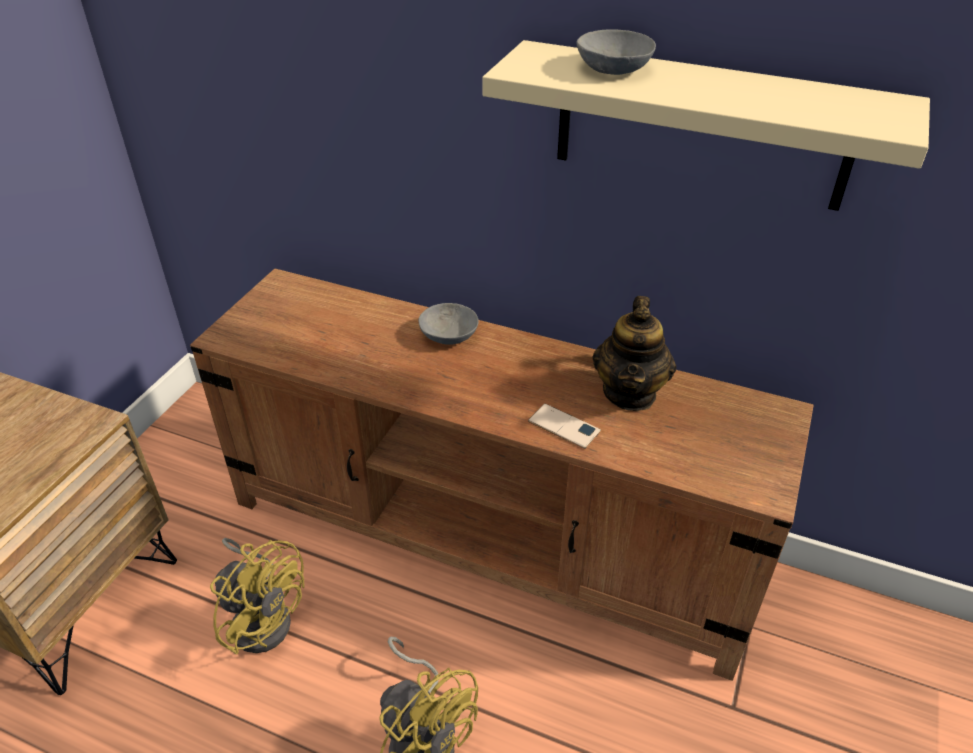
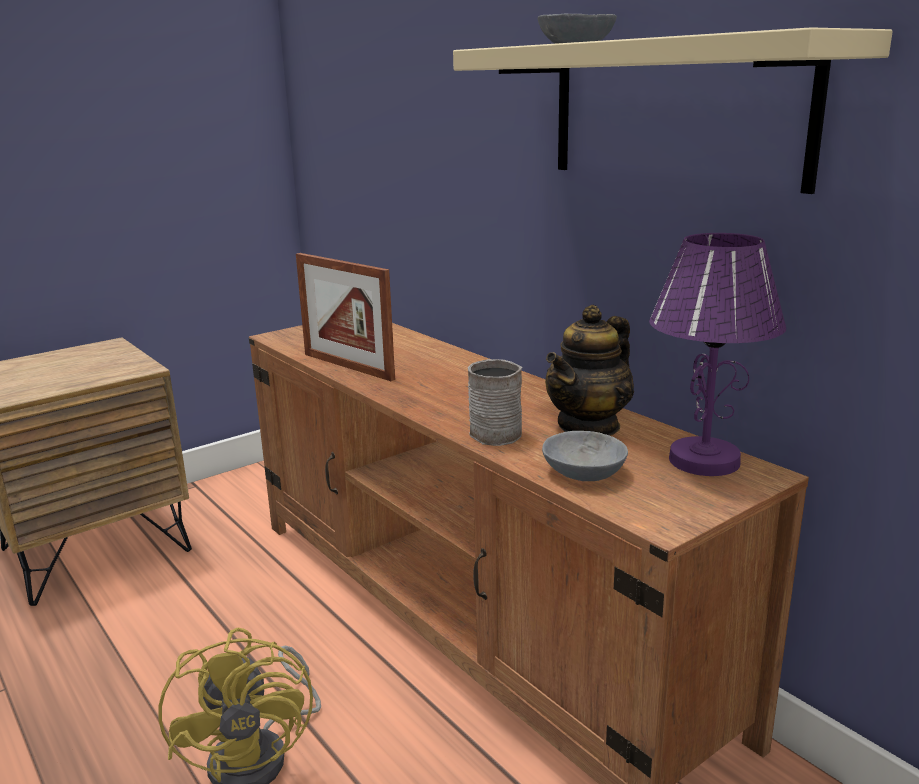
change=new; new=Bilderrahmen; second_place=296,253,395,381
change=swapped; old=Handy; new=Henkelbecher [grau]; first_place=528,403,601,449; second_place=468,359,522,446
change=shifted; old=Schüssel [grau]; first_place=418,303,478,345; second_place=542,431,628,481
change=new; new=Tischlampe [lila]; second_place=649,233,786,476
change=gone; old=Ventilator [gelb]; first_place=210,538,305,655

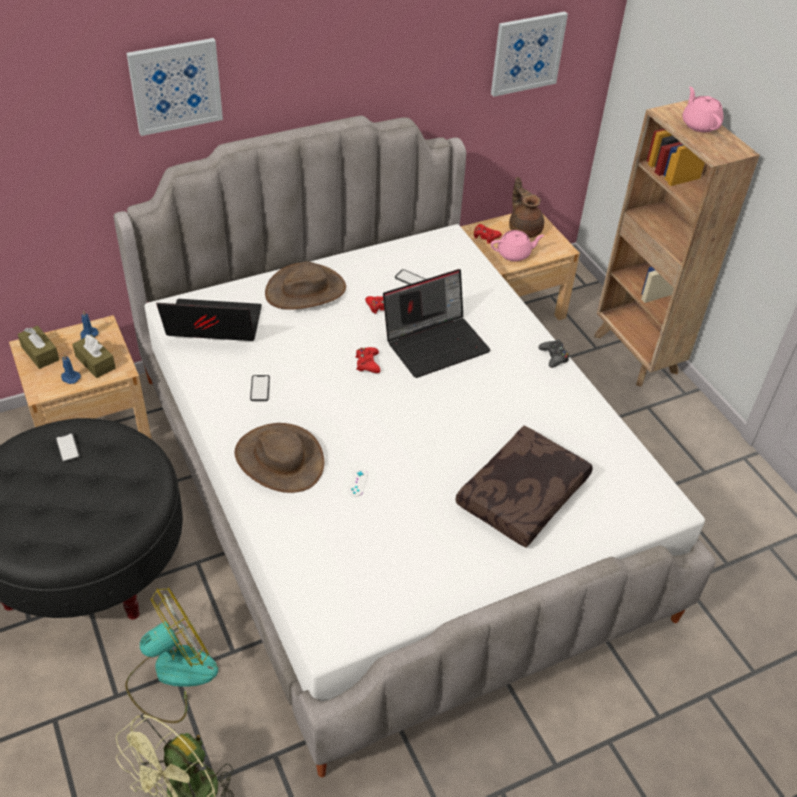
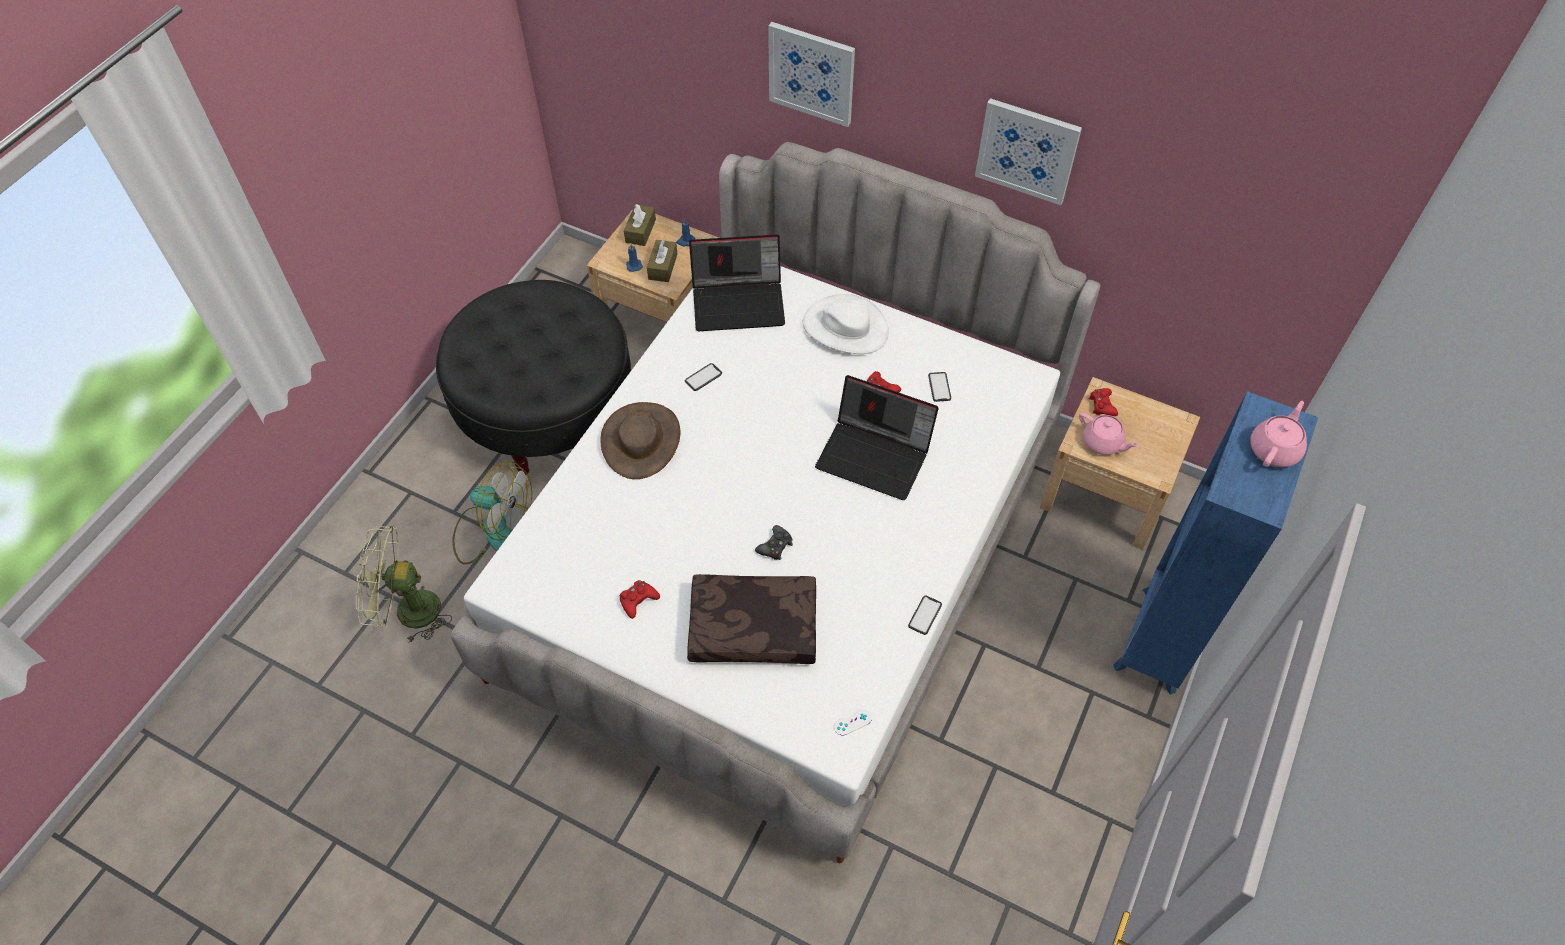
change=shifted; old=Gamepad [rot]; first_place=355,347,381,373; second_place=620,580,660,619
change=rotated; old=Laptop; first_place=156,299,262,341; second_place=689,234,785,331; degrees=120
change=shifted; old=Gamepad [schwarz]; first_place=538,339,569,368; second_place=755,525,793,560
change=repainted; old=Hut [braun]; new=Hut [weiß]; first_place=265,261,346,310; second_place=803,294,889,354
change=shifted; old=Gamepad [weiß]; first_place=347,468,368,497; second_place=834,709,872,735
change=shifted; old=Handy; first_place=55,433,80,463; second_place=908,595,942,635
change=shifted; old=Bild; first_place=491,12,568,97; second_place=975,98,1082,205
change=repainted; old=Bücherregal [braun]; new=Bücherregal [blau]; first_place=594,100,760,387; second_place=1113,391,1318,695
change=gone; old=Teekanne [braun]; first_place=509,177,544,238

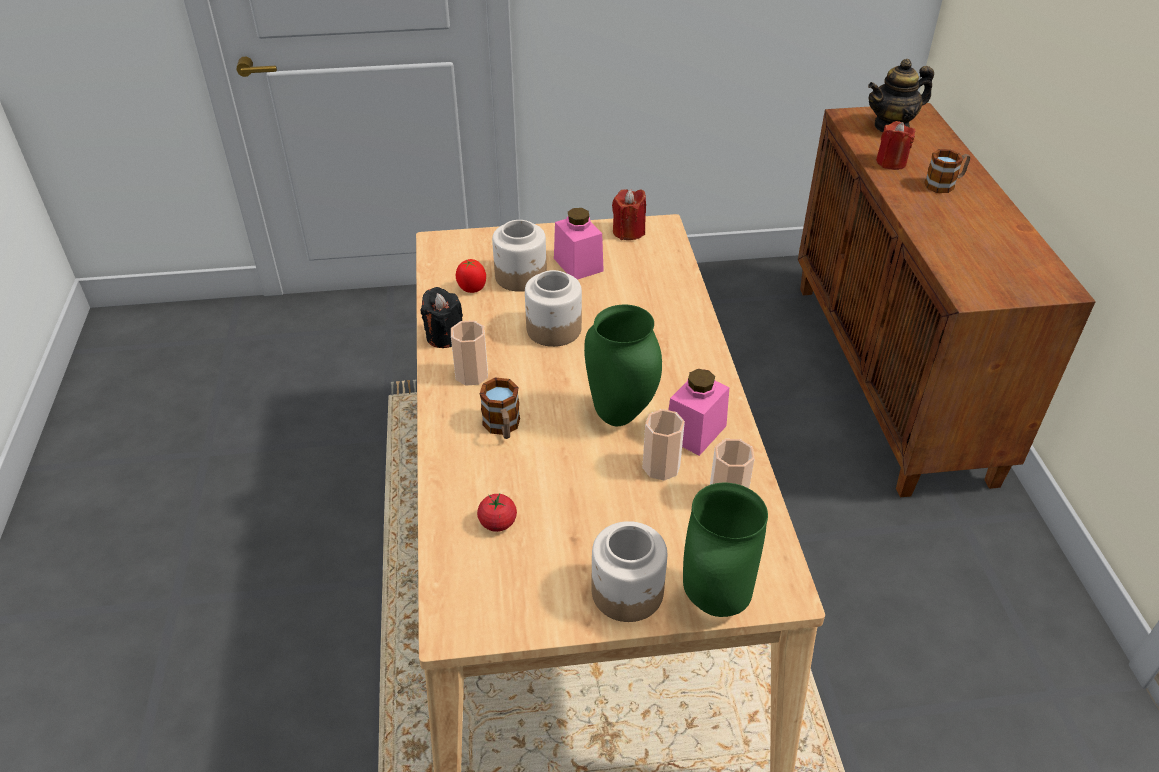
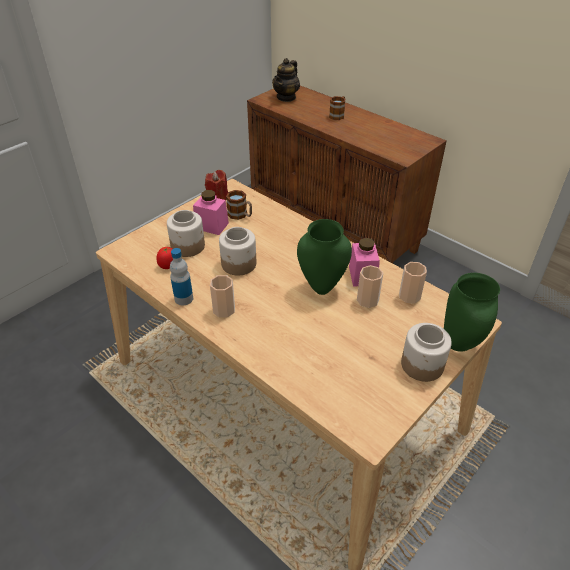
change=swapped; old=Kerze [schwarz]; new=Flasche; first_place=421,287,463,348; second_place=170,248,193,305
change=shifted; old=Henkelbecher; first_place=480,377,520,439; second_place=226,190,252,220
change=gone; old=Tomate; first_place=477,494,517,532
change=gone; old=Kerze [rot]; first_place=876,121,915,170

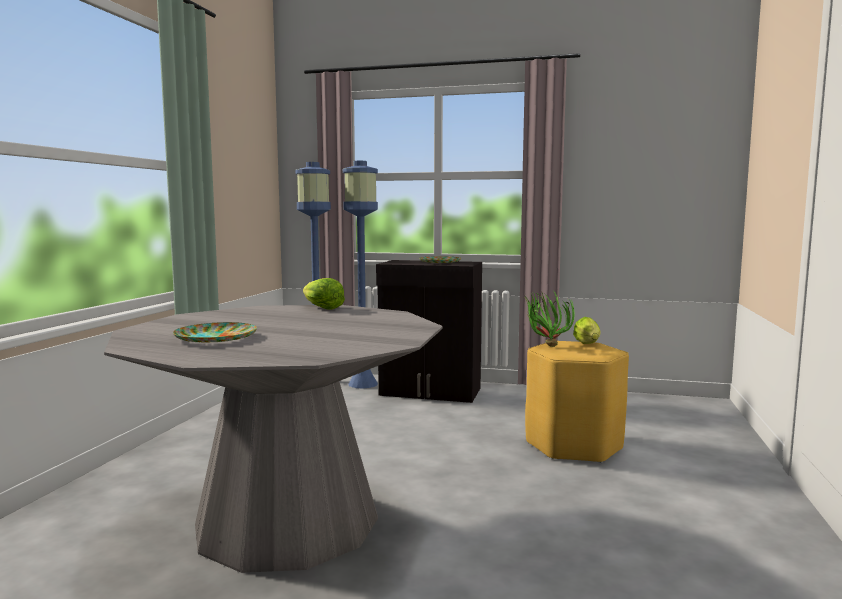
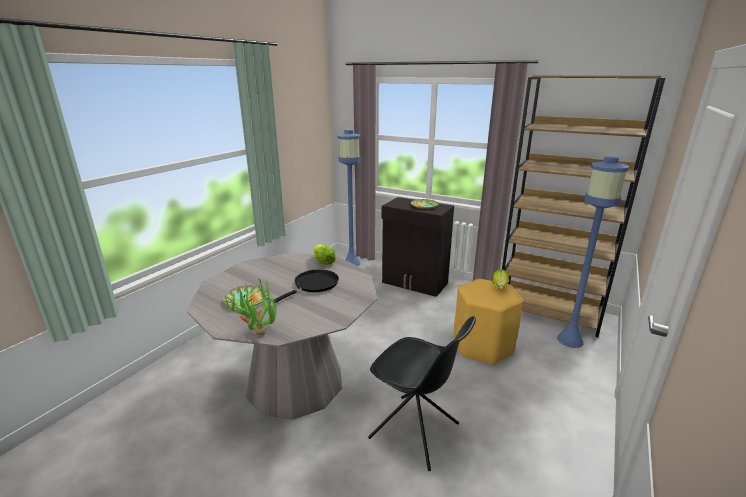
change=shifted; old=Topfpflanze; first_place=523,290,575,347; second_place=224,279,277,335
change=new; new=Pfanne [schwarz]; second_place=273,269,339,303
change=new; new=Stuhl [schwarz]; second_place=368,316,476,471
change=new; new=Bücherregal [braun]; second_place=502,75,665,337
change=shifted; old=Stehlampe [blau]; first_place=343,161,378,388; second_place=557,156,629,348

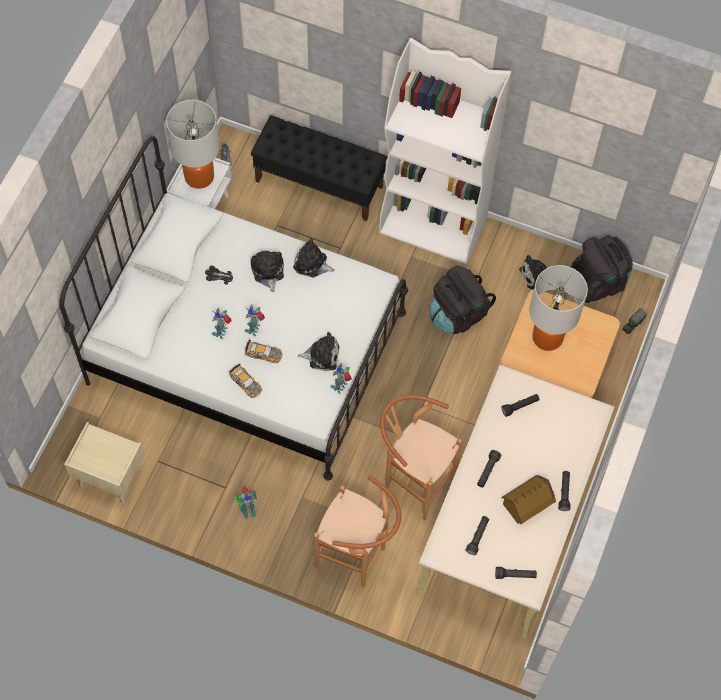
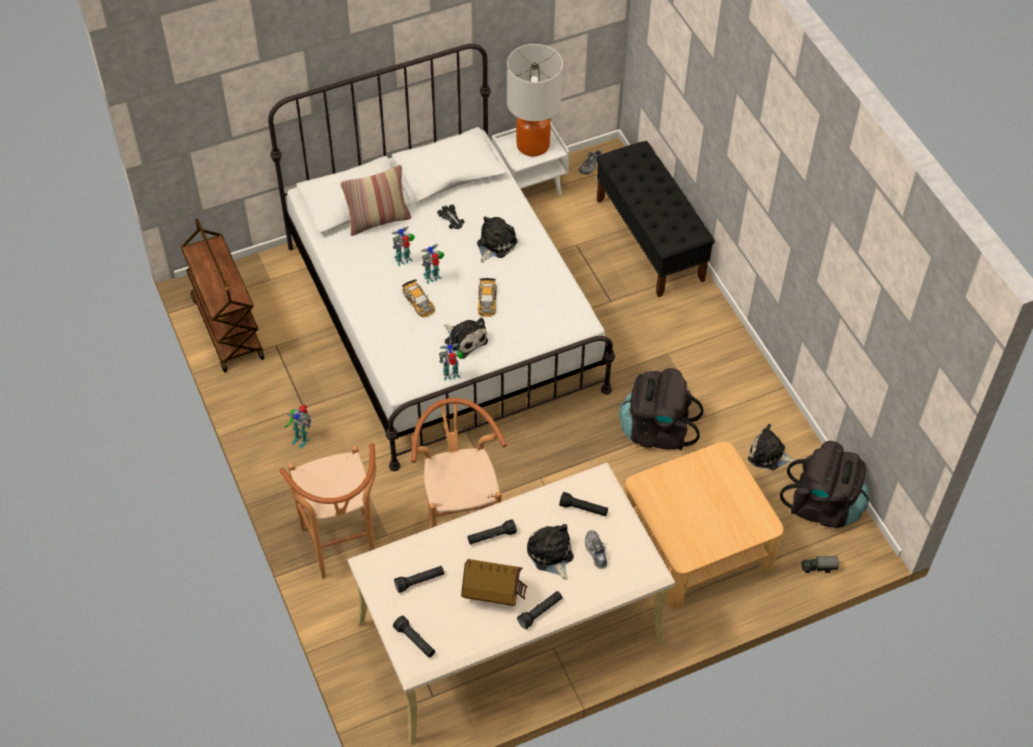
change=swapped; old=Nachttisch [beige]; new=Rollwagen [braun]; first_place=64,422,145,504; second_place=181,218,265,372
change=new; new=Kissen; second_place=340,165,411,236
change=shifted; old=Spielzeugauto; first_place=229,363,262,398; second_place=478,278,497,317
change=shifted; old=Plüschtier; first_place=293,238,335,278; second_place=527,524,574,580
change=new; new=Schuh; second_place=585,530,607,569
change=gone; old=Bücherregal [weiß]; first_place=379,38,512,265
change=gone; old=Tischlampe; first_place=529,265,588,351

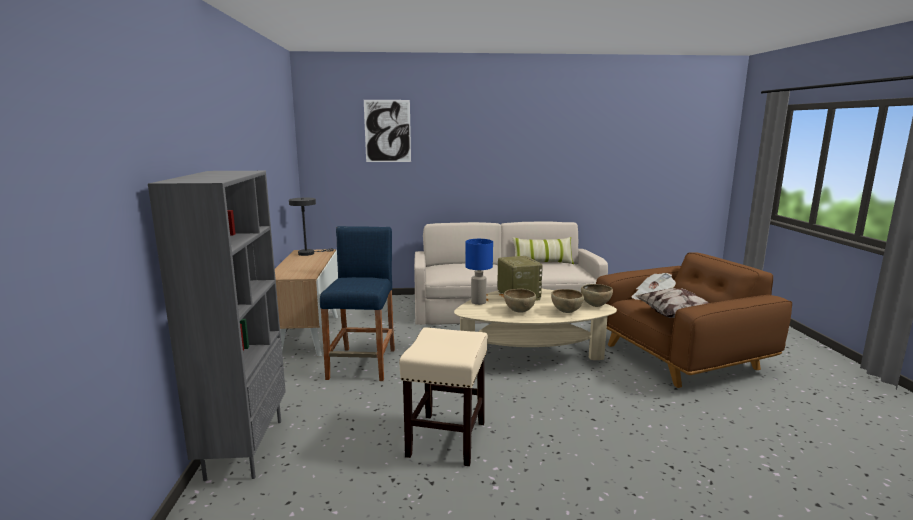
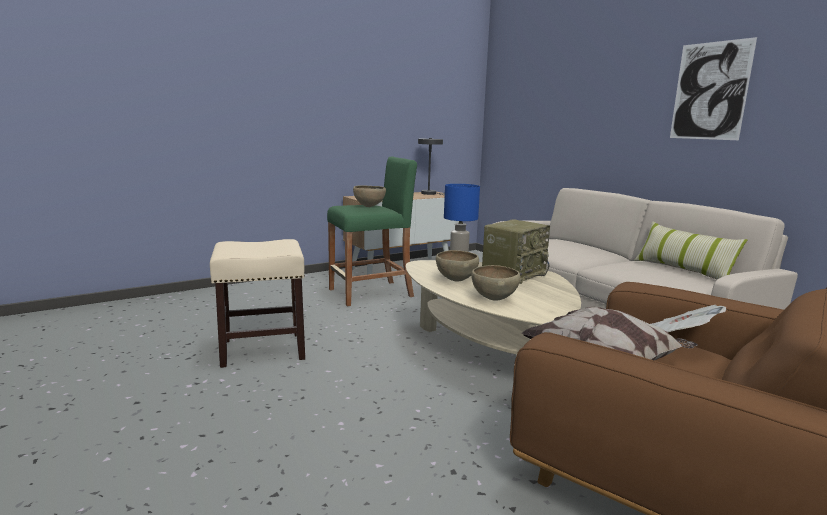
change=repainted; old=Hocker [blau]; new=Hocker [grün]; first_place=320,226,395,381; second_place=327,156,417,306
change=shifted; old=Schüssel [braun]; first_place=581,284,613,307; second_place=353,185,386,207
change=shifted; old=Bild; first_place=364,100,411,162; second_place=670,37,757,140
change=gone; old=Bücherregal [grau]; first_place=148,171,286,481

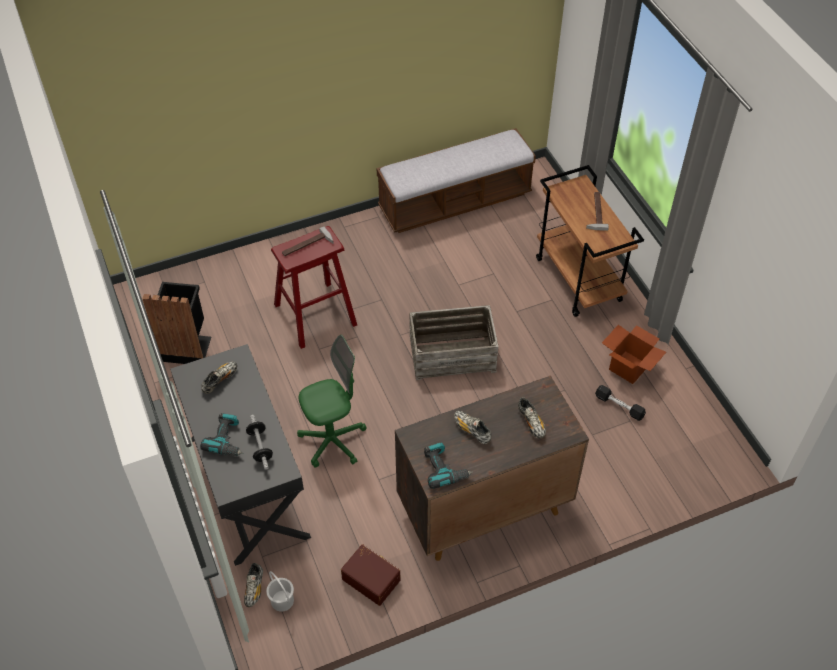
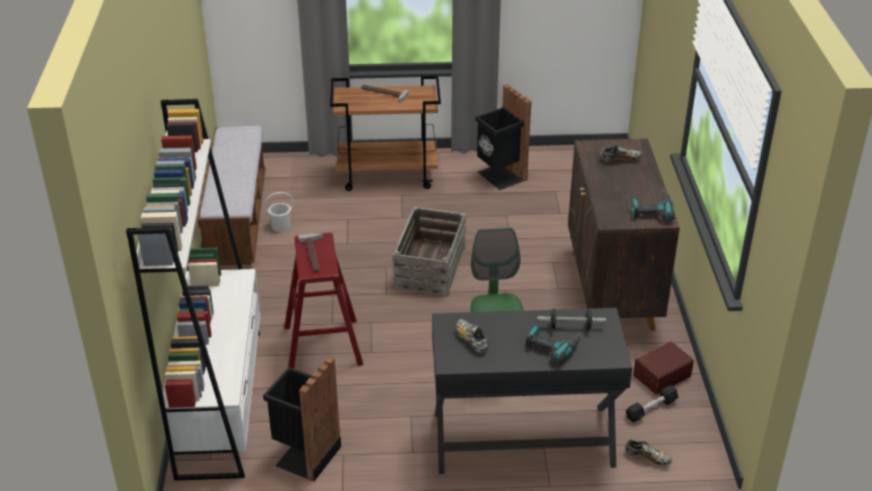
change=new; new=Bücherregal [weiß]; second_place=126,99,261,481
change=shifted; old=Eimer [weiß]; first_place=266,571,294,612; second_place=264,192,294,232
change=swapped; old=Karton; new=Mülleimer [schwarz]; first_place=602,325,666,384; second_place=475,84,531,190
change=shifted; old=Hantel [schwarz]; first_place=595,385,646,421; second_place=626,385,678,422
change=gone; old=Schuh; first_place=454,410,492,444

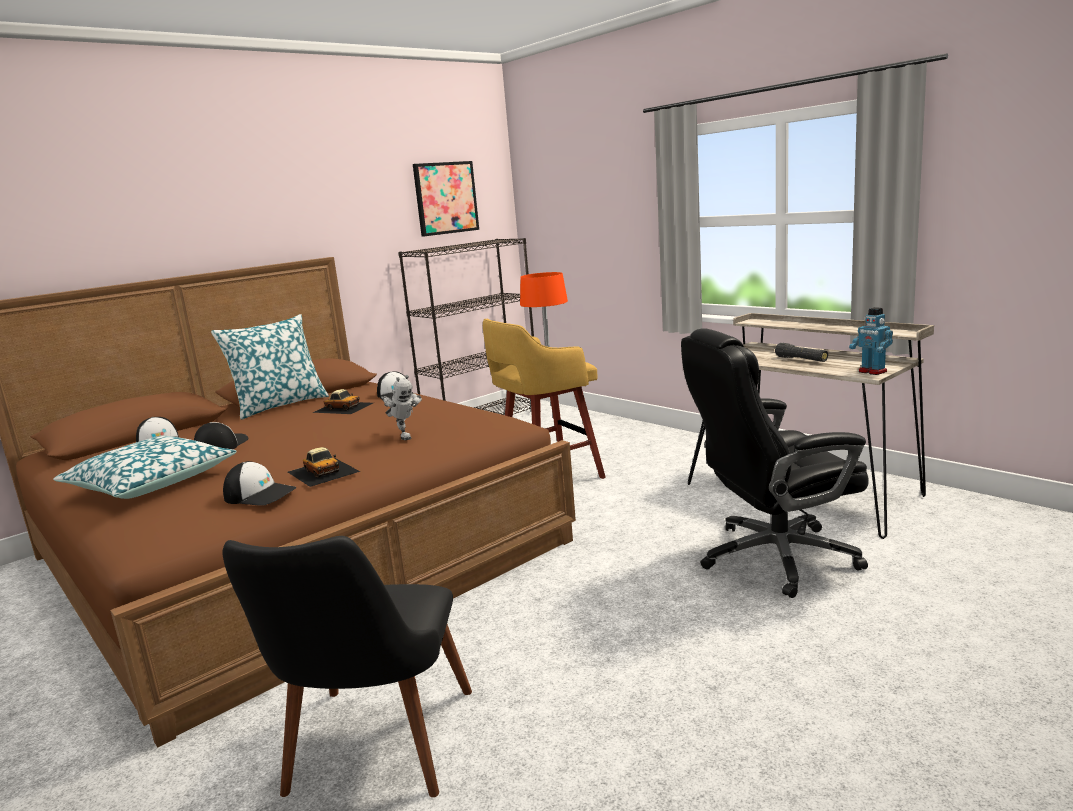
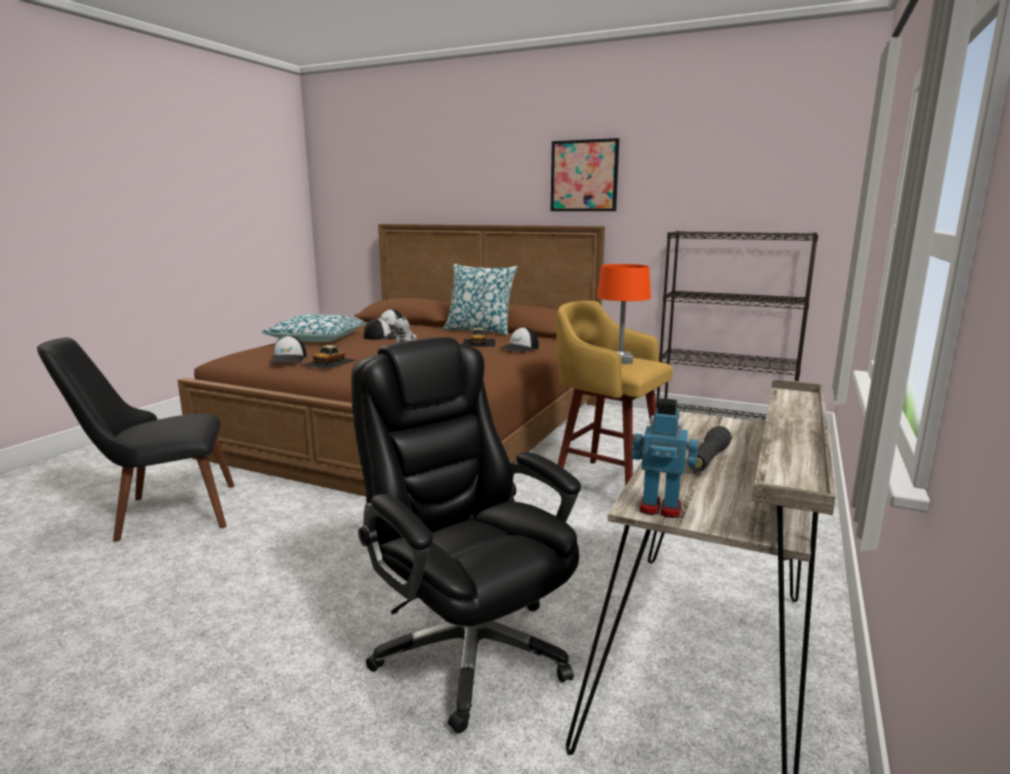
change=shifted; old=Bild; first_place=413,161,479,237; second_place=551,138,619,211
change=rotated; old=Spielzeugroboter; first_place=849,307,893,375; second_place=632,398,698,518; degrees=75

